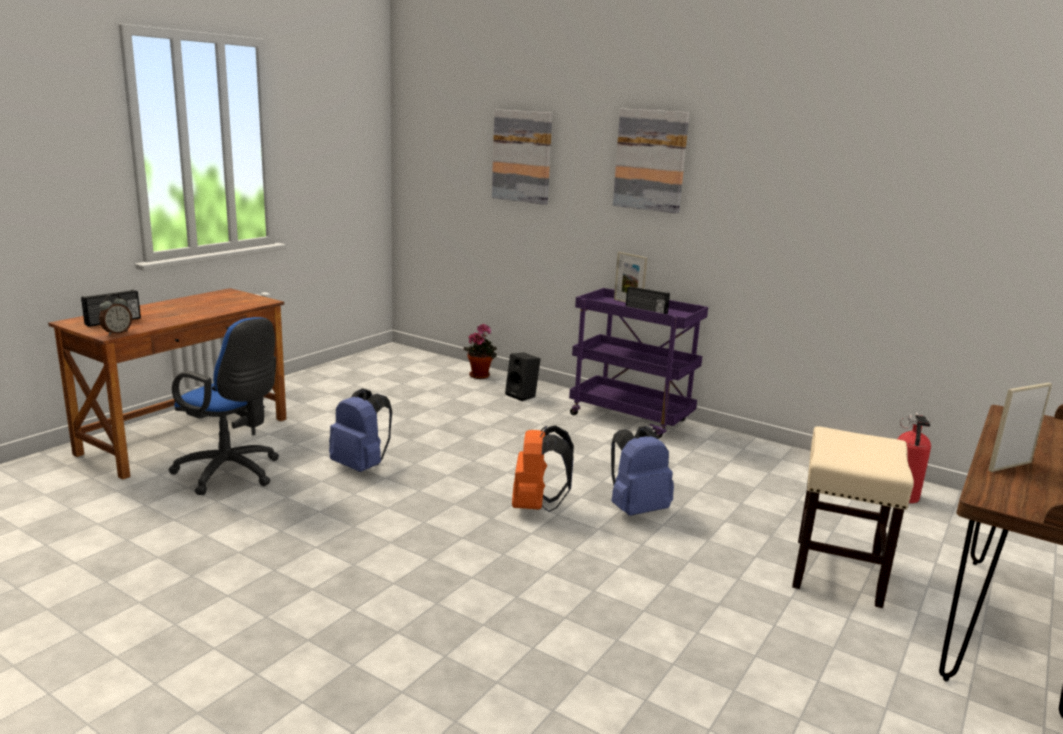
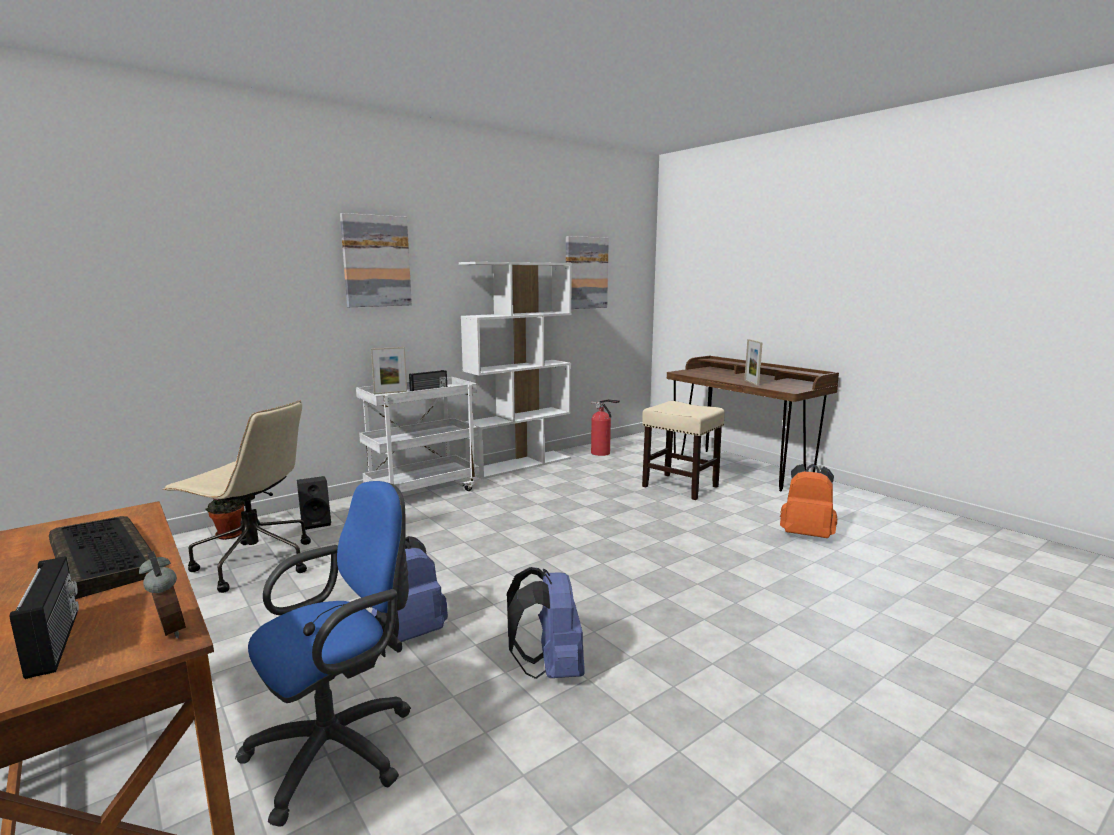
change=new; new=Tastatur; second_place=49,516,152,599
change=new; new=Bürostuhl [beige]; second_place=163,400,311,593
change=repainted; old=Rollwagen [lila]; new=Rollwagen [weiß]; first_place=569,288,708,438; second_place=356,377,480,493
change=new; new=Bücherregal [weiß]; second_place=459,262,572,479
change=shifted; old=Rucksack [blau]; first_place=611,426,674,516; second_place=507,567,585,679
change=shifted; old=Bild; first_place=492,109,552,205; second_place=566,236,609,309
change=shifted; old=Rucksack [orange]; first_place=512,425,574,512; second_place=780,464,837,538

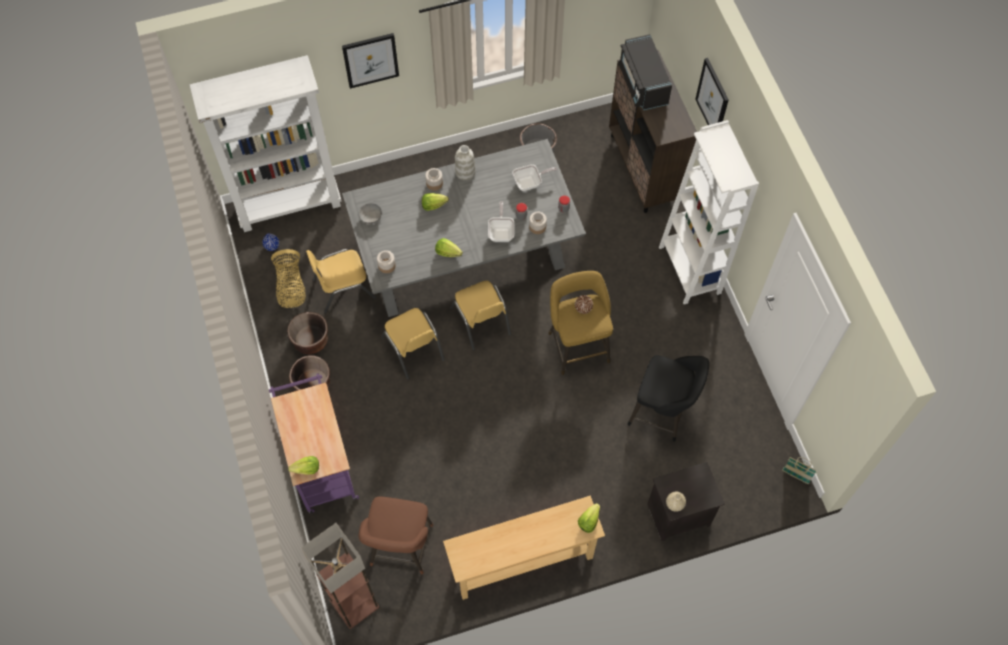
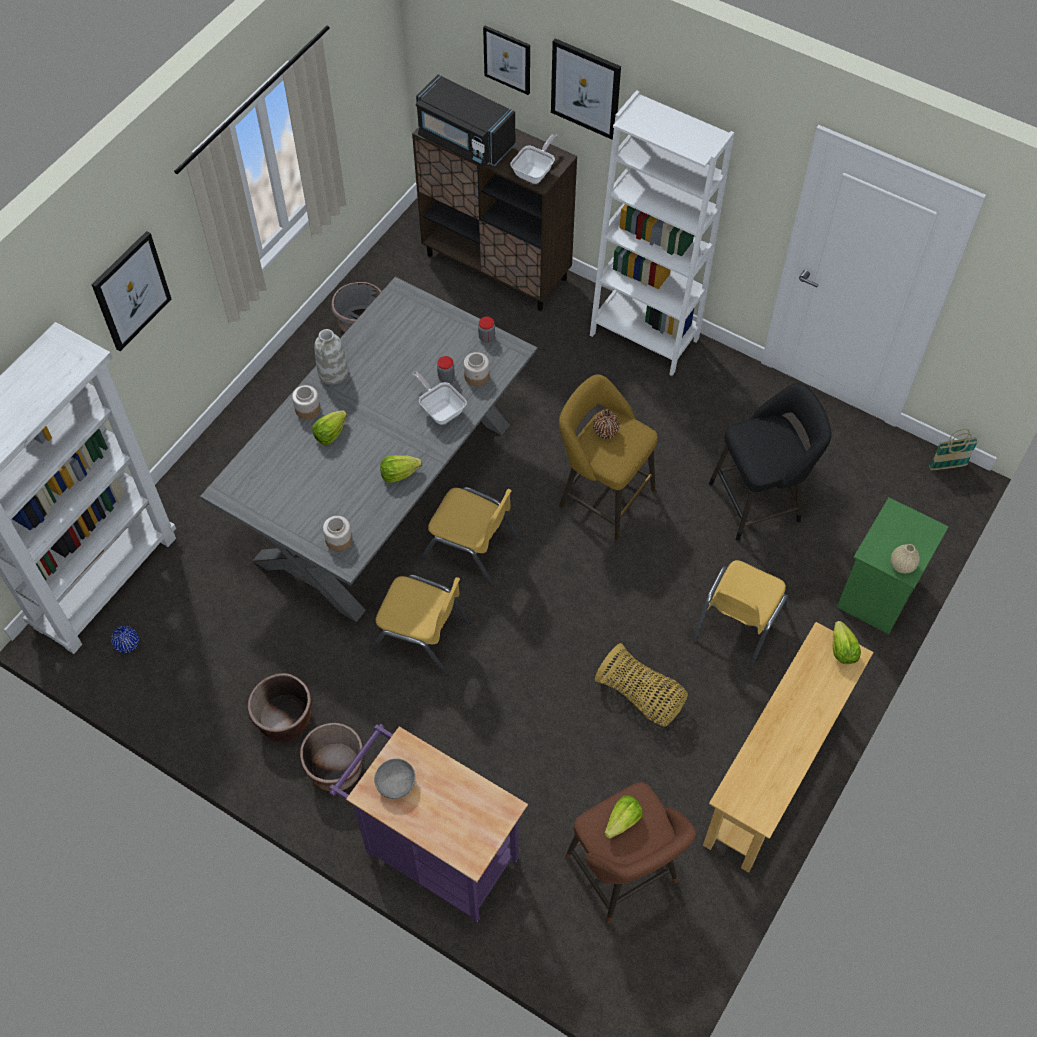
change=shifted; old=Schüssel [grau]; first_place=359,203,382,224; second_place=374,759,415,799
change=new; new=Bild; second_place=483,26,530,95
change=shifted; old=Pfanne; first_place=512,164,557,191; second_place=510,134,557,184
change=shifted; old=Korb; first_place=271,249,305,308; second_place=595,643,688,727
change=shifted; old=Salatkopf; first_place=288,456,319,474; second_place=604,795,643,839
change=shifted; old=Stuhl [gelb]; first_place=306,249,376,313; second_place=693,560,788,669
change=repainted; old=Nachttisch [schwarz]; new=Nachttisch [grün]; first_place=647,462,725,541; second_place=837,497,949,634
change=gone; old=Stehlampe; first_place=301,523,379,629

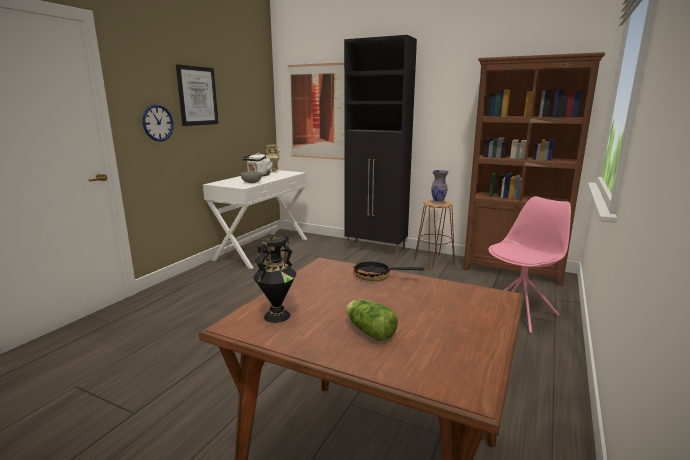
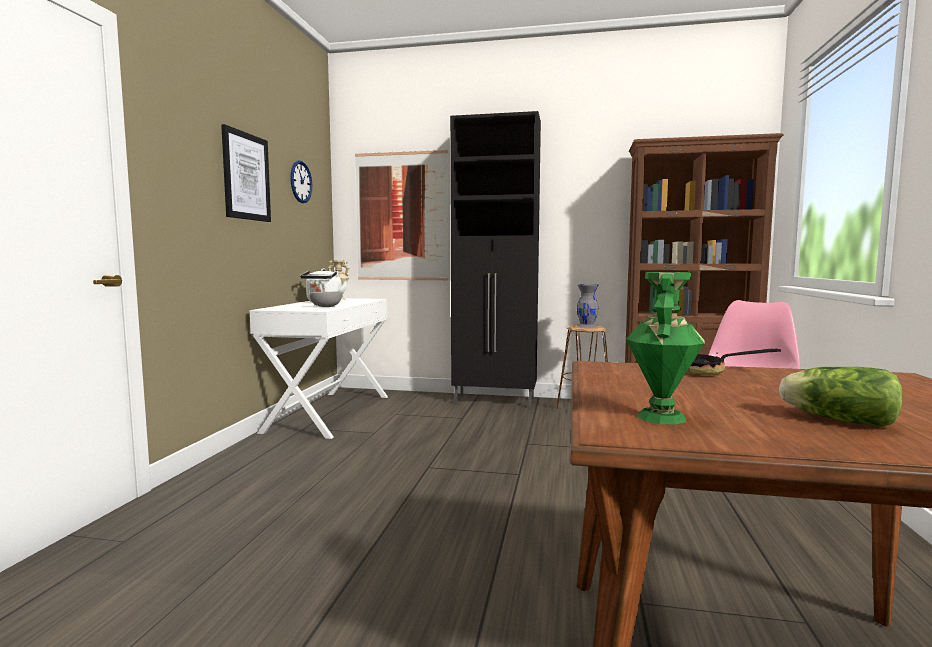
change=shifted; old=Wanduhr; first_place=143,104,174,142; second_place=290,161,312,203
change=repainted; old=Vase [schwarz]; new=Vase [grün]; first_place=253,236,297,323; second_place=626,272,705,425

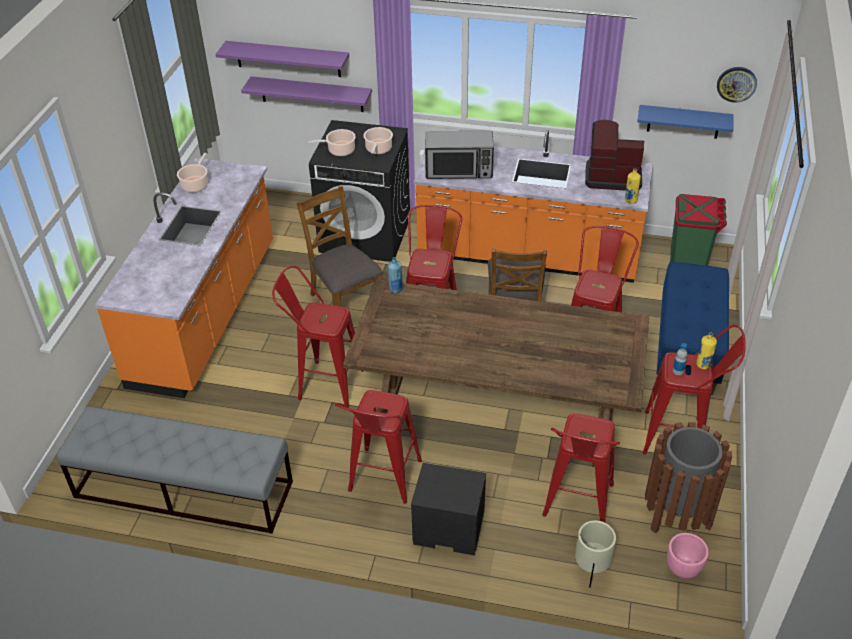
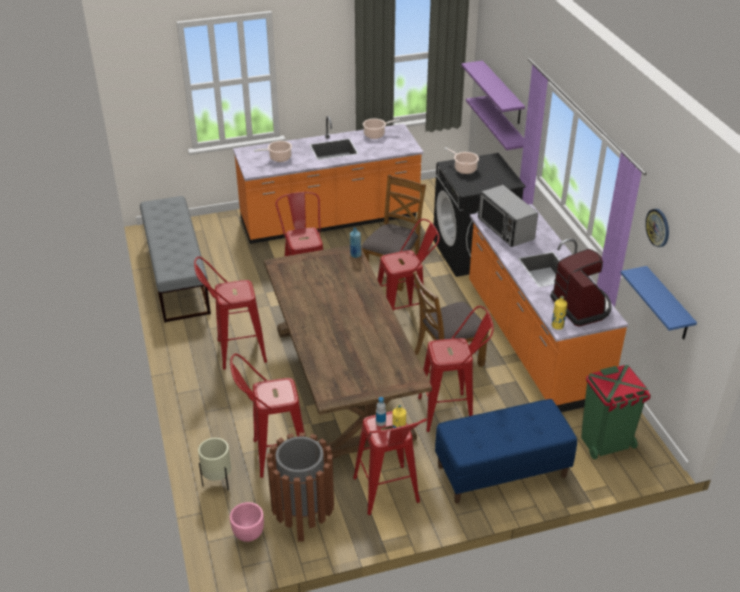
change=shifted; old=Kochtopf; first_place=363,127,393,154; second_place=254,141,292,162
change=shifted; old=Wanduhr; first_place=717,67,757,102; second_place=645,209,669,247
change=gone; old=Nachttisch [schwarz]; first_place=411,463,486,556

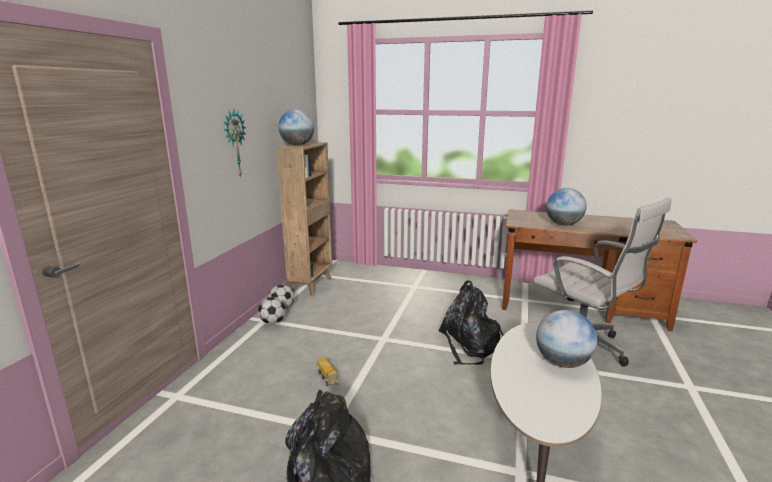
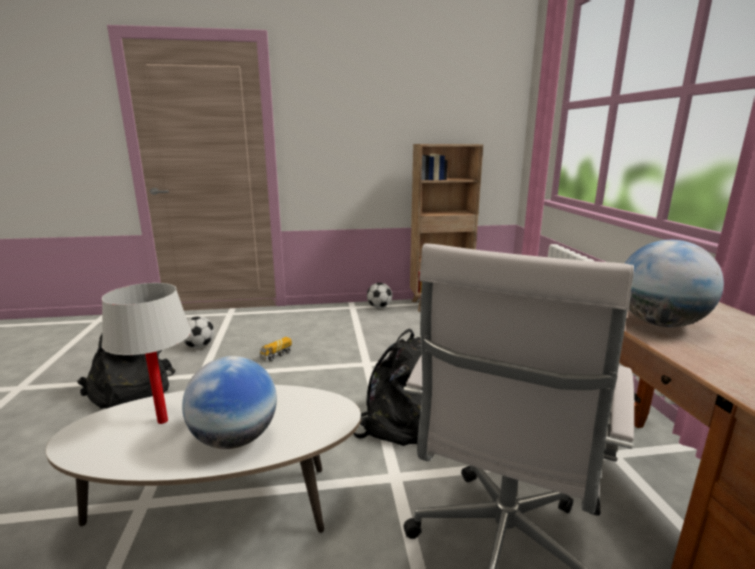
change=new; new=Tischlampe [weiß]; second_place=102,283,191,424
change=shifted; old=Fußball; first_place=258,297,286,324; second_place=183,316,214,348
change=gone; old=Wanduhr; first_place=224,109,246,178
change=gone; old=Globus; first_place=278,109,314,146

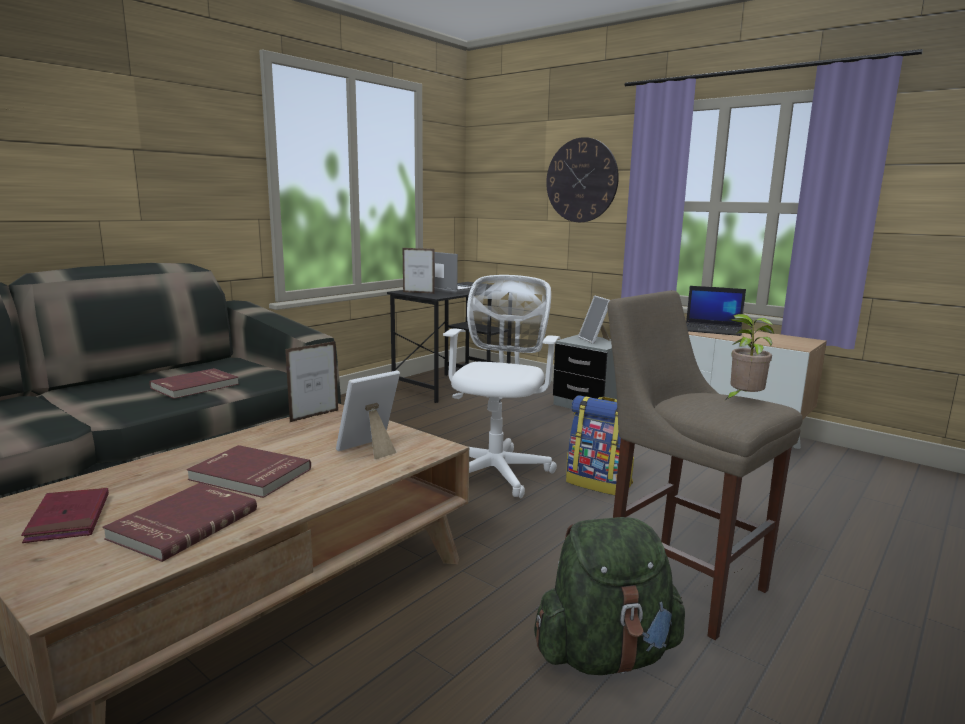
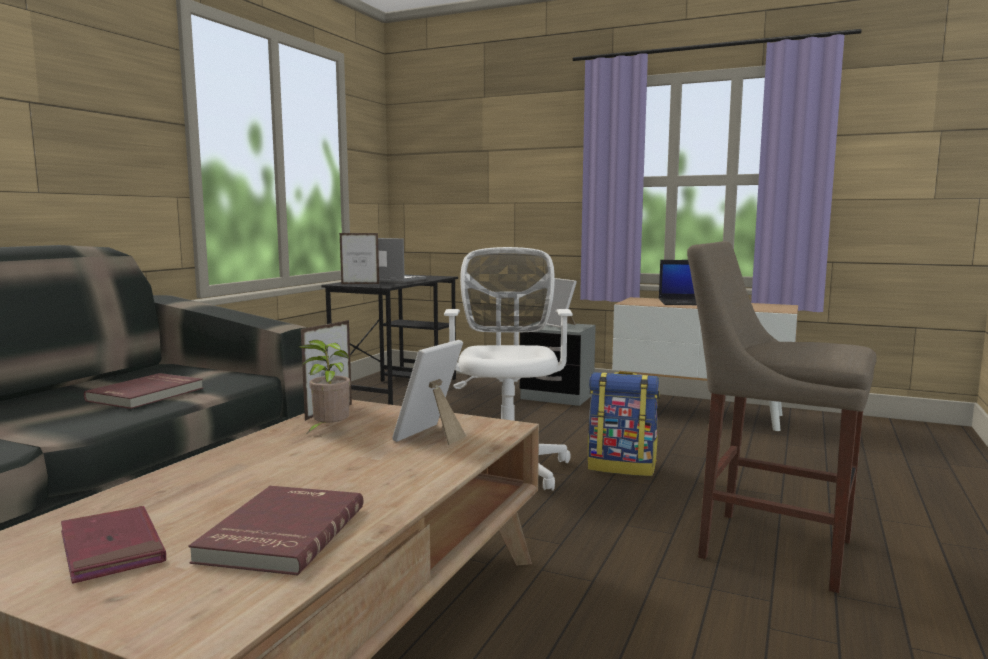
change=shifted; old=Topfpflanze; first_place=724,314,774,401; second_place=299,340,350,433
change=gone; old=Buch [rot]; first_place=187,445,311,498
change=gone; old=Rucksack [grün]; first_place=534,517,685,675
change=gone; old=Wanduhr; first_place=546,137,619,222

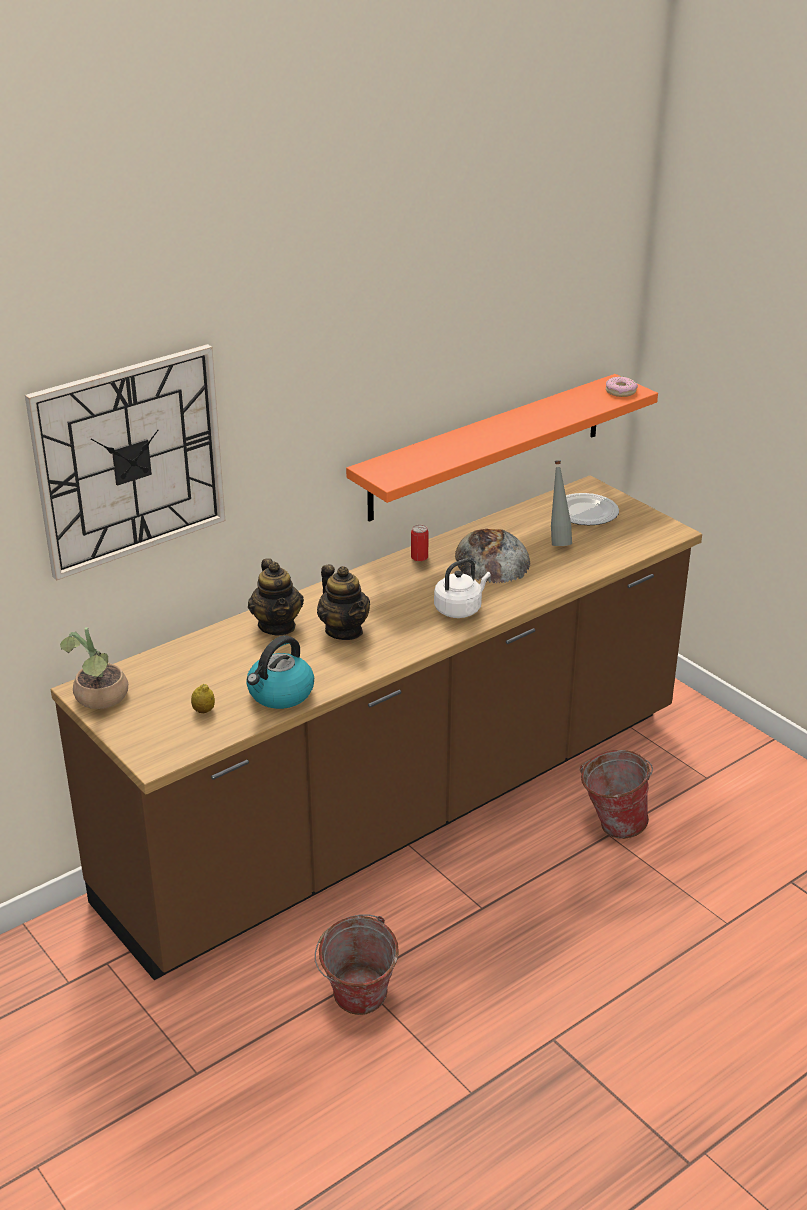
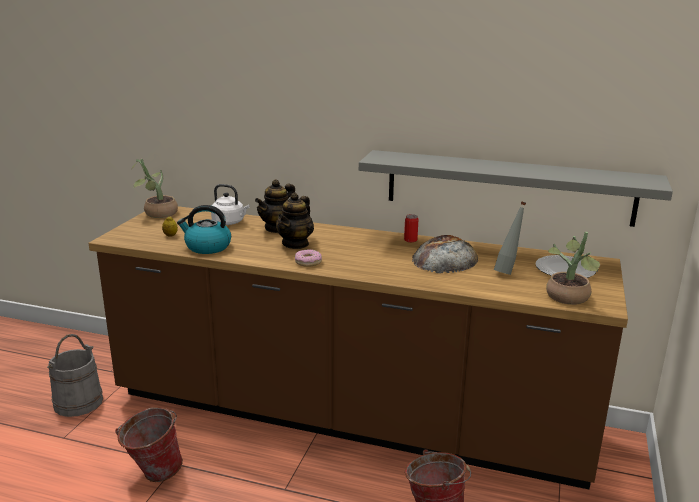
change=new; new=Eimer [grau]; second_place=47,334,103,417
change=shifted; old=Wasserkessel [weiß]; first_place=434,558,491,618; second_place=211,184,250,225
change=shifted; old=Donut; first_place=606,377,638,397; second_place=295,249,322,267
change=repainted; old=Wandregal [orange]; new=Wandregal [grau]; first_place=346,374,658,522; second_place=359,150,673,227
change=new; new=Topfpflanze; second_place=546,232,600,305
change=gone; old=Wanduhr; first_place=25,344,225,581

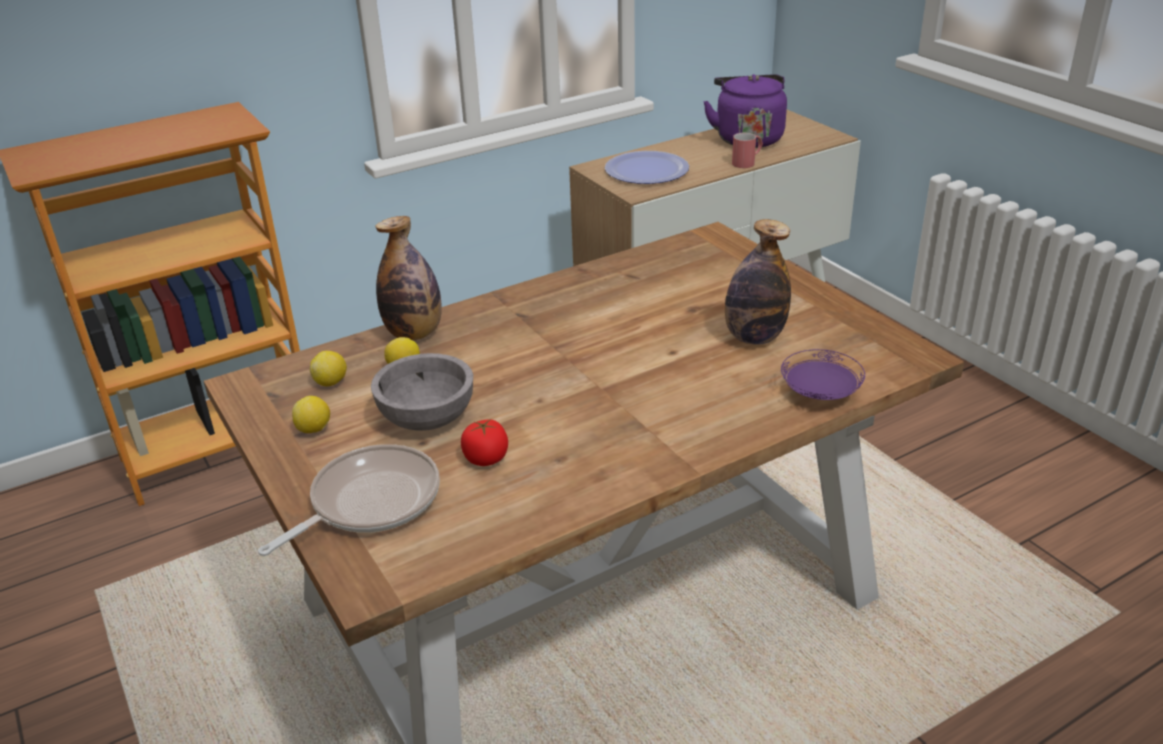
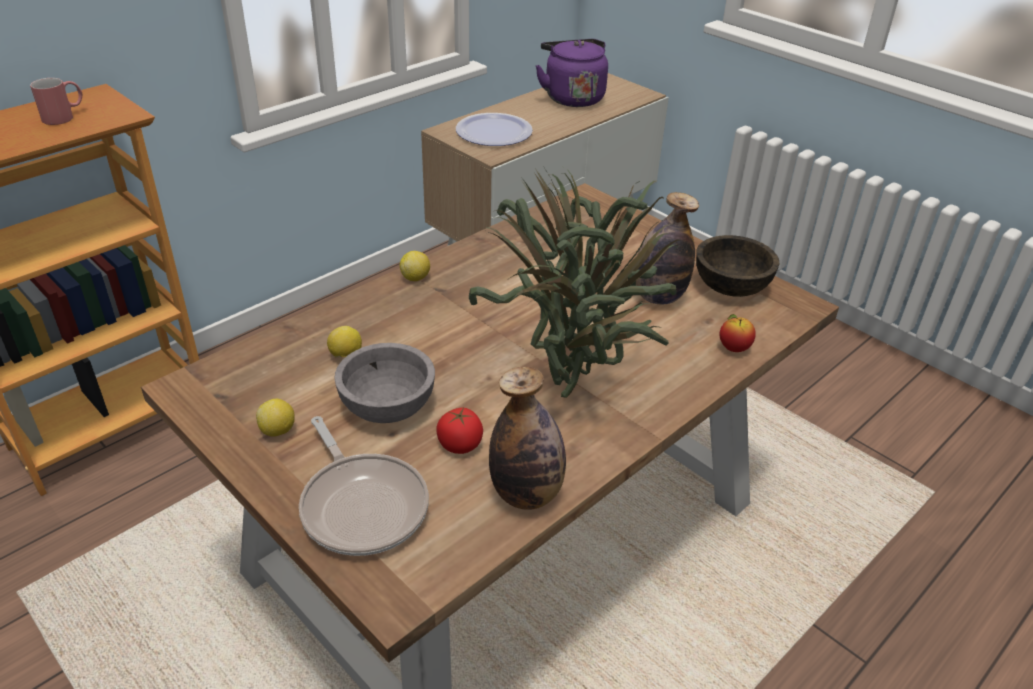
change=shifted; old=Henkelbecher [rot]; first_place=732,133,763,168; second_place=30,78,82,125
change=rotated; old=Pfanne; first_place=258,444,440,556; second_place=299,416,429,556; degrees=120
change=shifted; old=Zitrone; first_place=310,351,347,386; second_place=399,251,430,281
change=new; new=Topfpflanze; second_place=469,167,681,398
change=shifted; old=Flasche; first_place=375,216,442,340; second_place=489,367,566,510
change=new; new=Schüssel [braun]; second_place=696,235,779,297
change=swapped; old=Teller [lila]; new=Apfel; first_place=781,349,865,400; second_place=719,314,756,352

